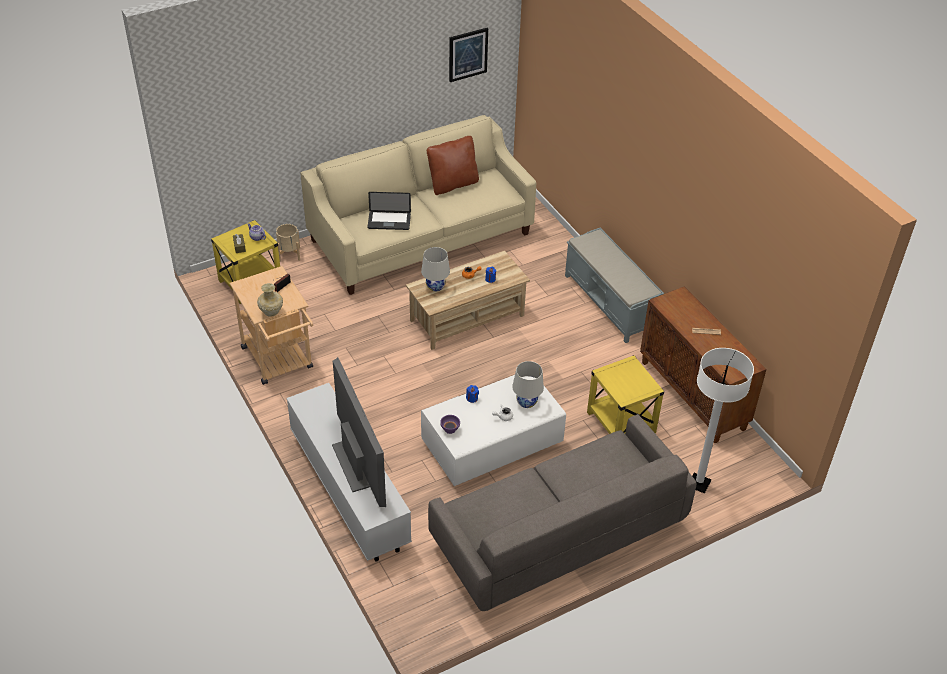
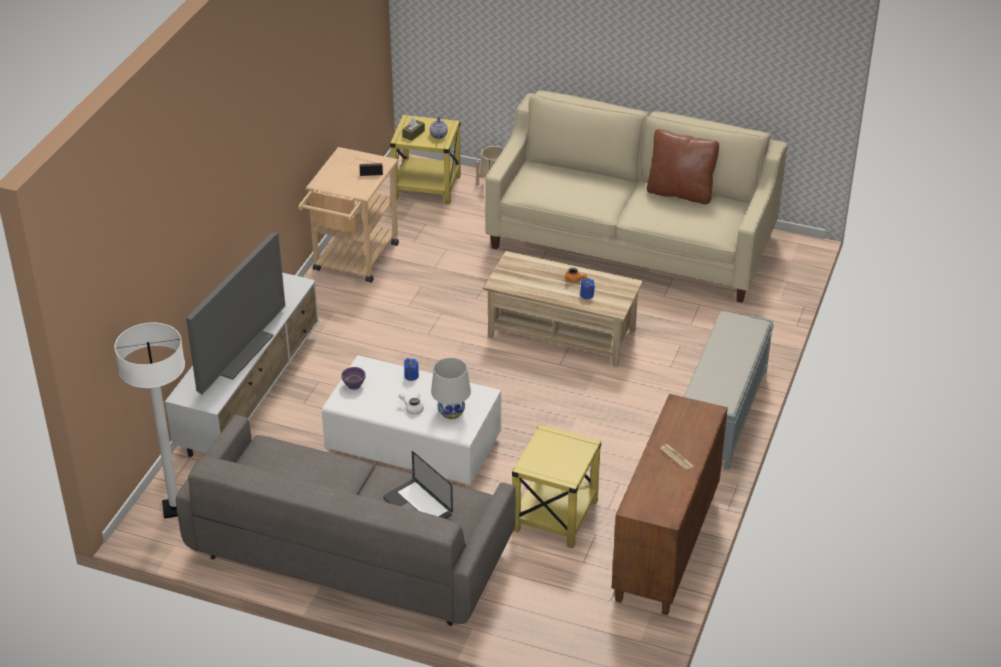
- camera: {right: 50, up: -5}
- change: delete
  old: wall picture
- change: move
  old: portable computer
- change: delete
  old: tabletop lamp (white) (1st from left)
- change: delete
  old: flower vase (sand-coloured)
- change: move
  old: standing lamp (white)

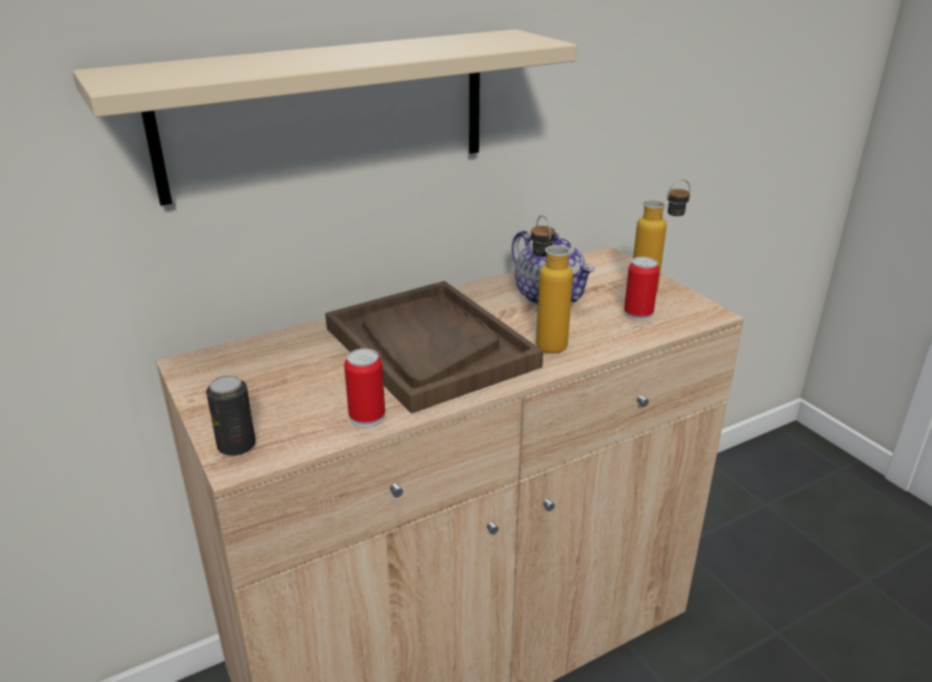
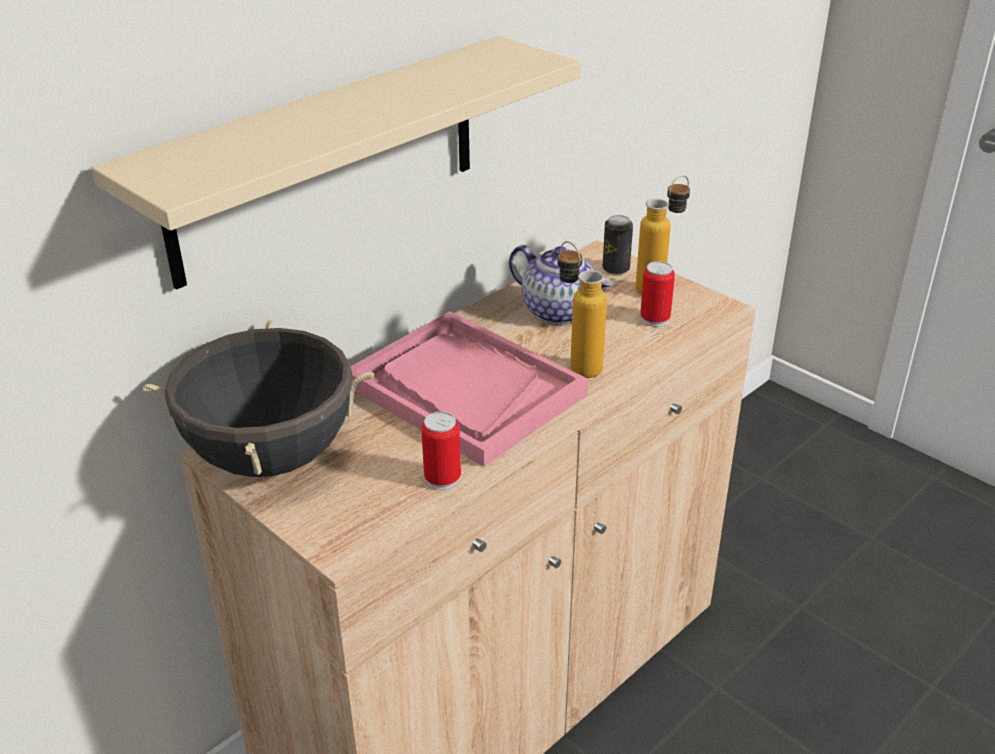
- camera: {right: -15, up: 5}
- change: recolor
  old: carrying tray (brown-coloured)
  new: carrying tray (pinkish)
- change: move
  old: sealed can (1st from left in the first image)
  new: sealed can (2nd from left)
- change: insert
  new: saucepot (black)

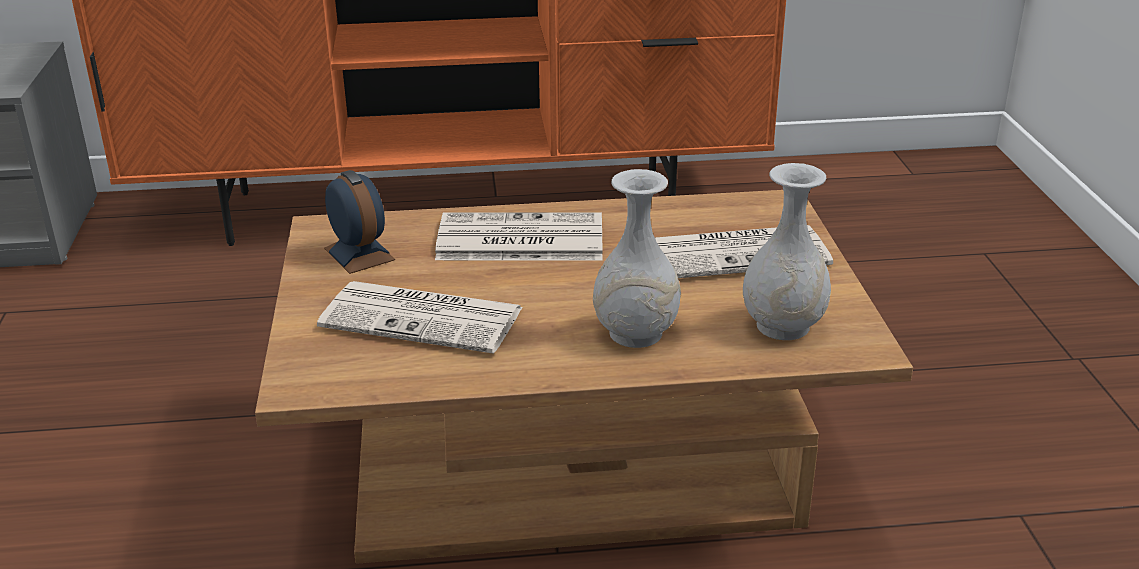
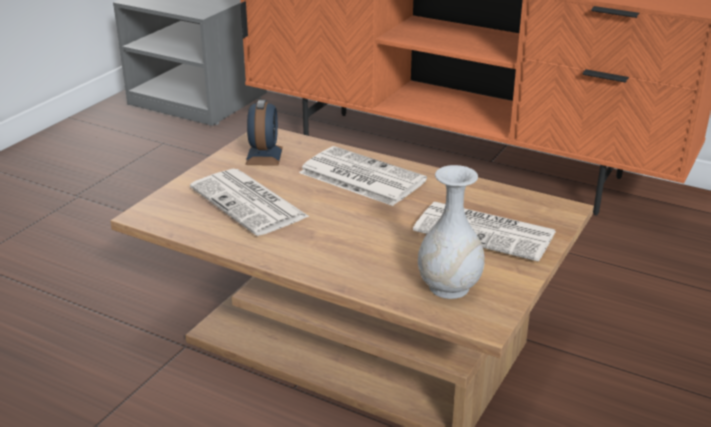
- camera: {right: 35, up: 0}
- change: delete
  old: flower vase (white) (1st from left)

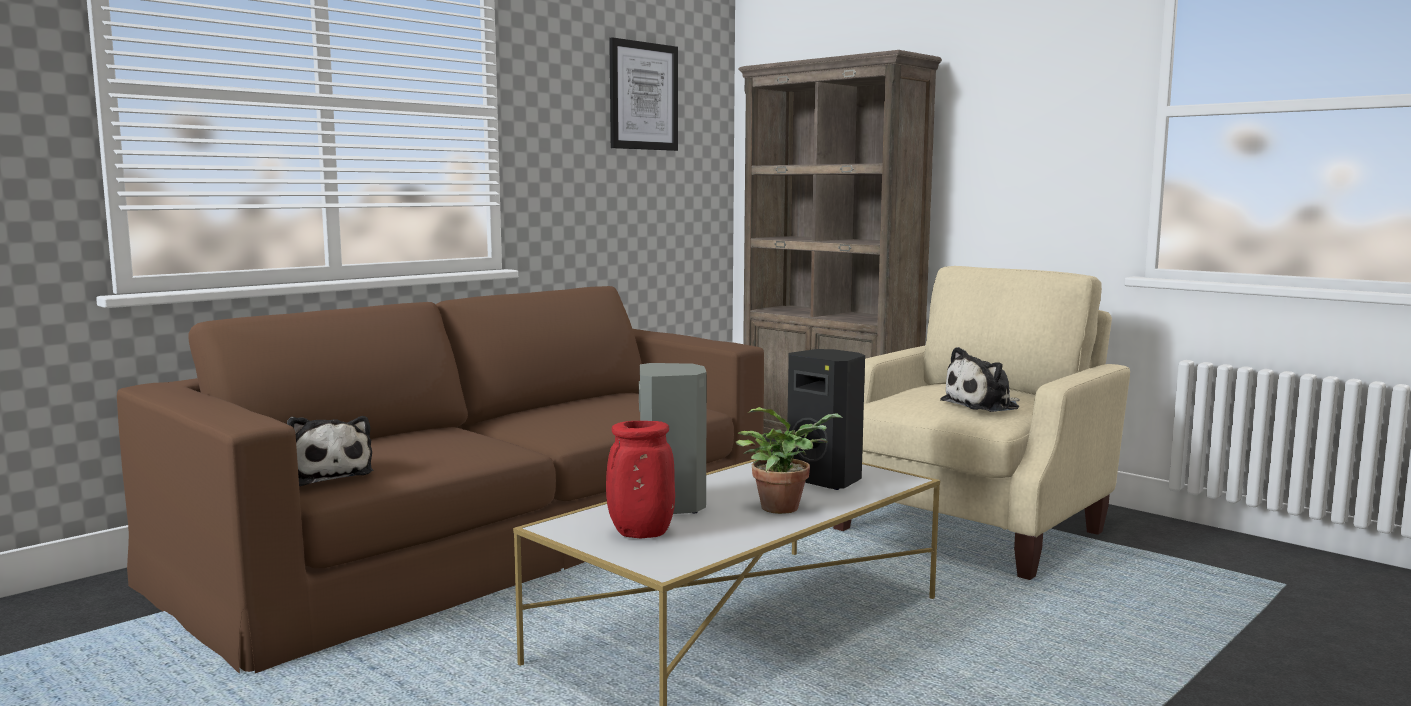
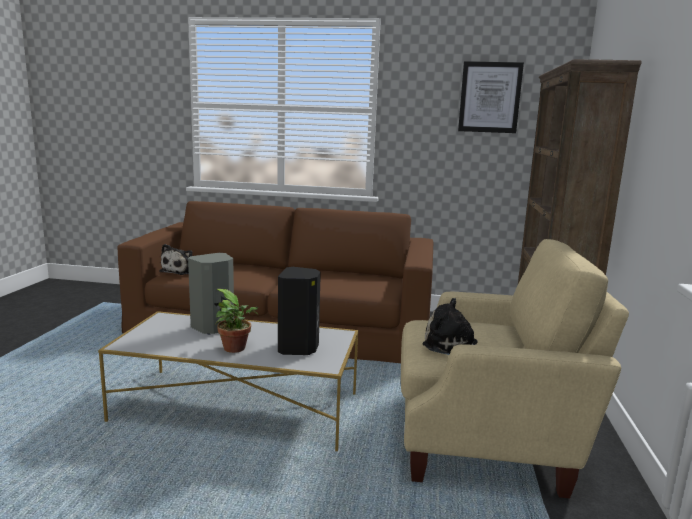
- camera: {right: 55, up: 5}
- change: delete
  old: flower vase (red)

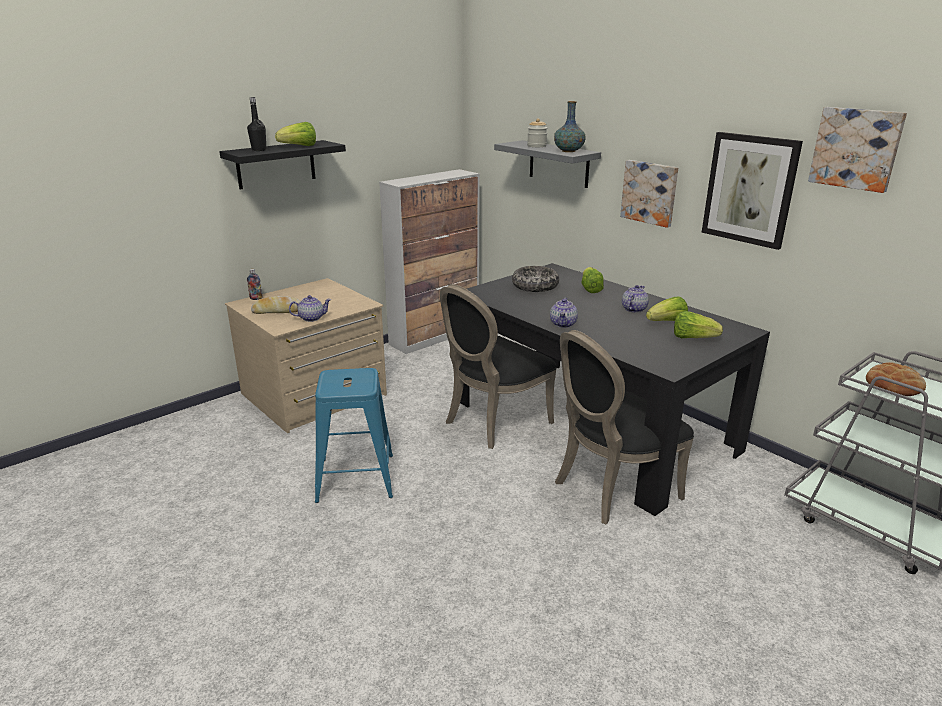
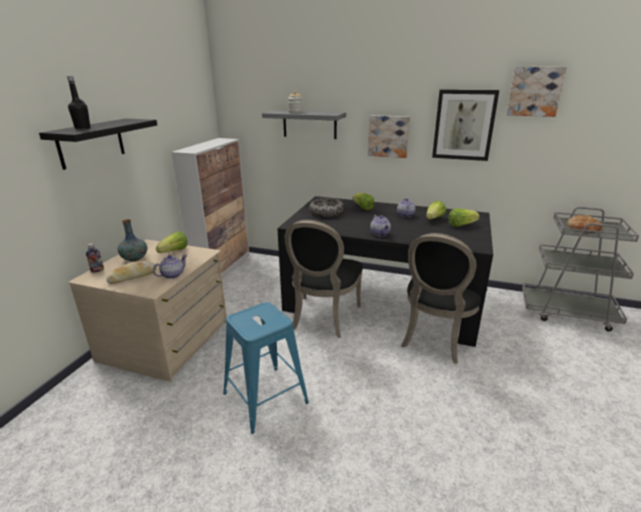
- camera: {right: -30, up: 0}
- change: move
  old: flower vase
- change: move
  old: head of lettuce (1st from left)

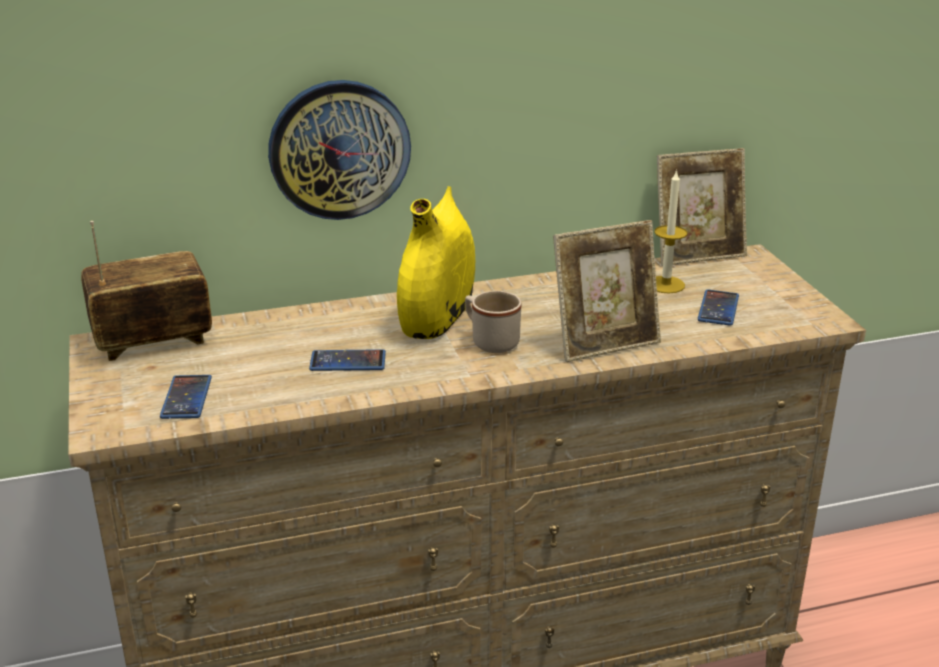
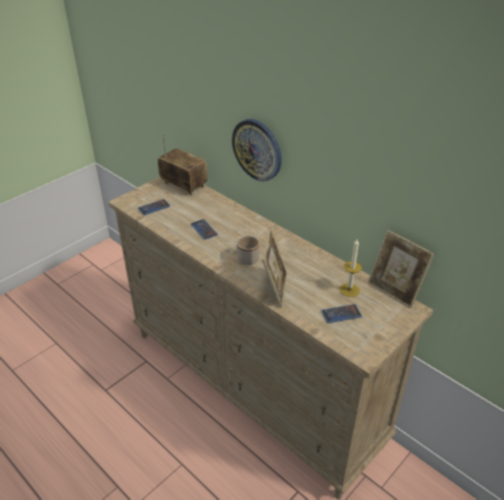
- camera: {right: 60, up: 10}
- change: delete
  old: flower vase (yellow)
- change: rotate
  old: standing frame (1st from left)
  degrees: -120

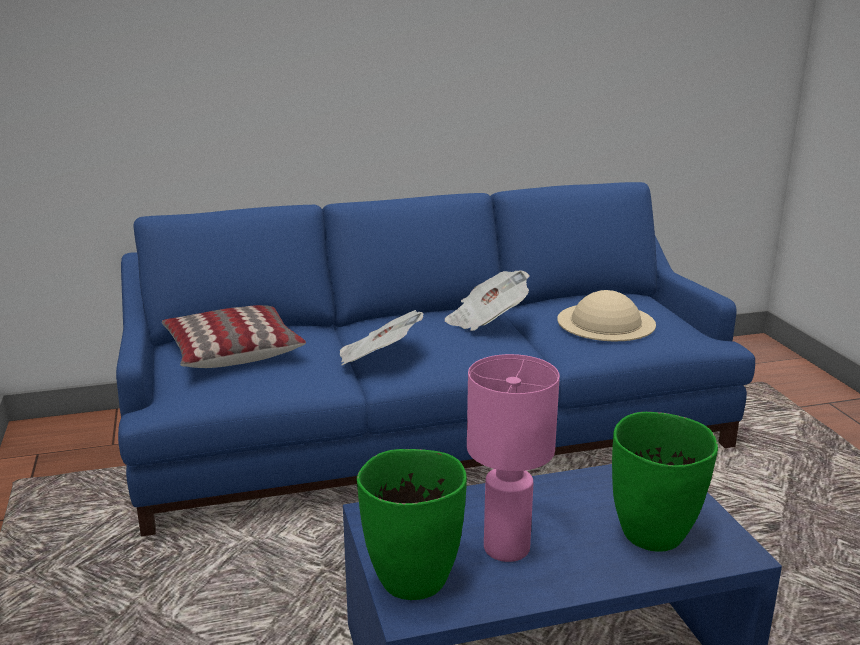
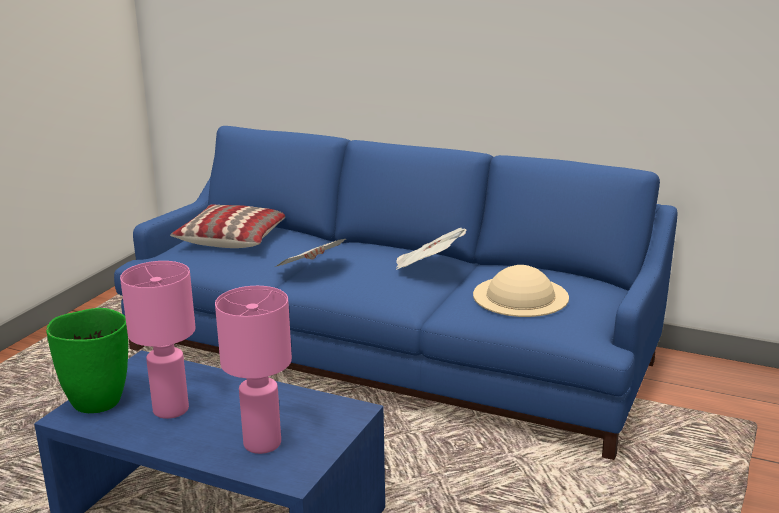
- camera: {right: 40, up: 0}
- change: replace
  old: flower vase (green-coloured) (2nd from left)
  new: tabletop lamp (pinkish) (2nd from left)

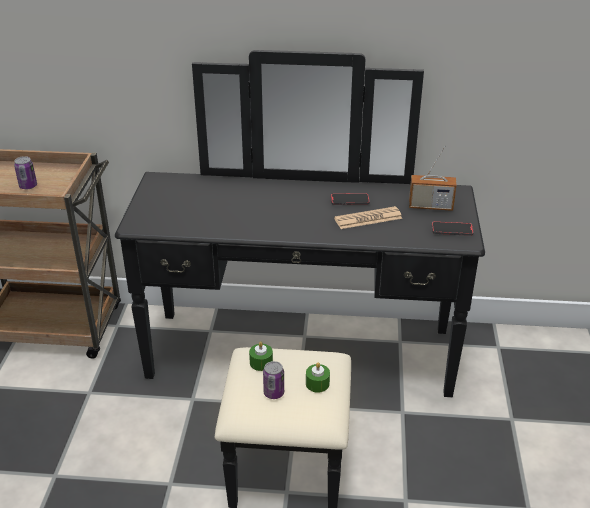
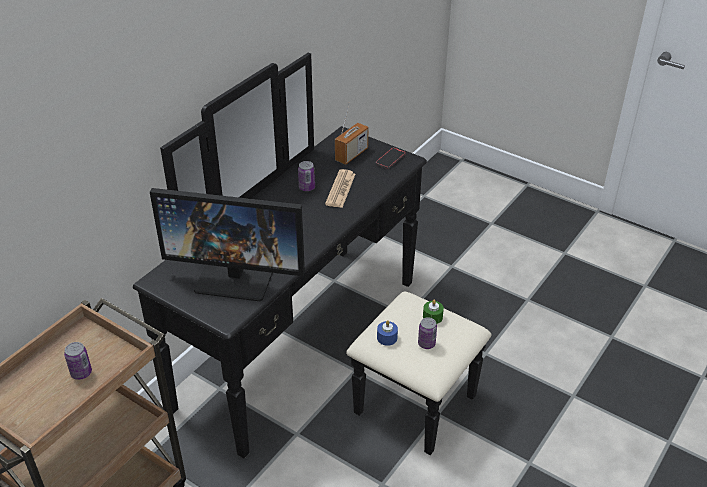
- camera: {right: -60, up: 5}
- change: replace
  old: telephone (1st from left)
  new: sealed can (2nd from left)
- change: recolor
  old: wax candle (green-coloured) (1st from left)
  new: wax candle (blue-coloured)
- change: insert
  new: computer display

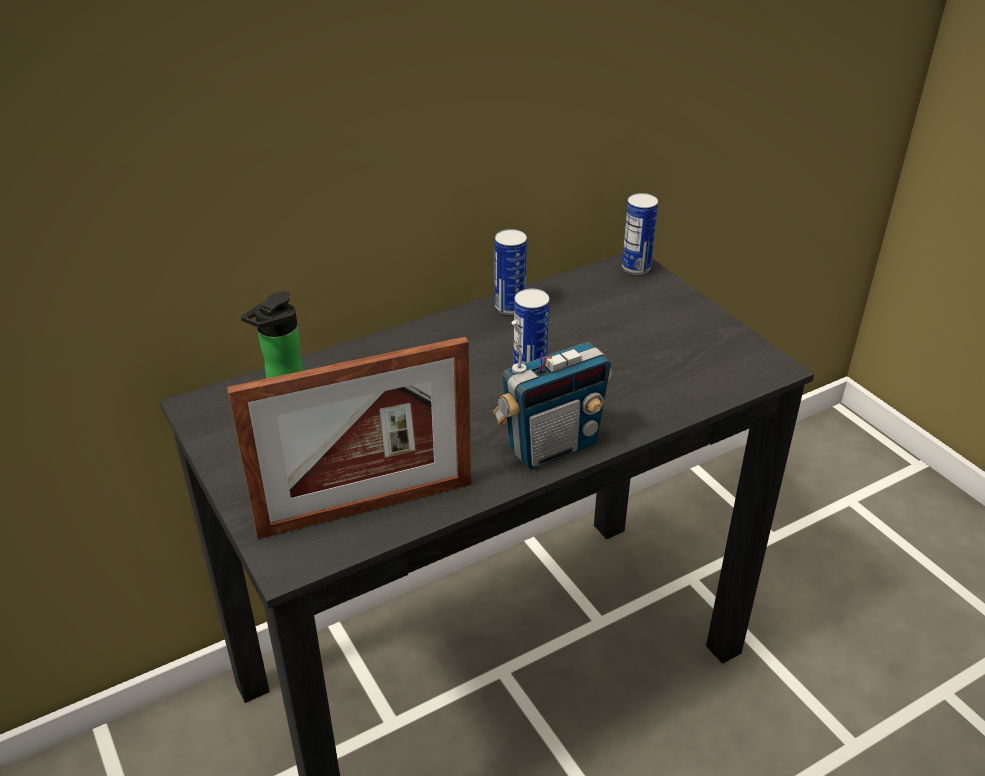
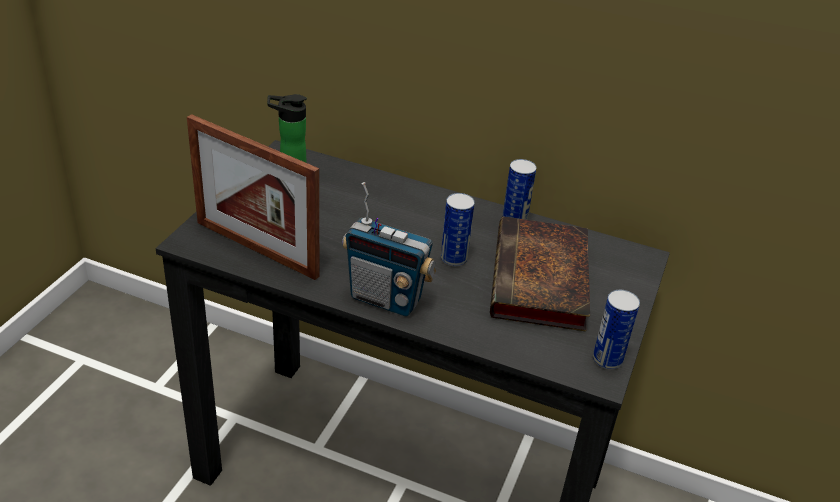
- camera: {right: 50, up: 0}
- change: move
  old: sealed can (3rd from left)
- change: insert
  new: book

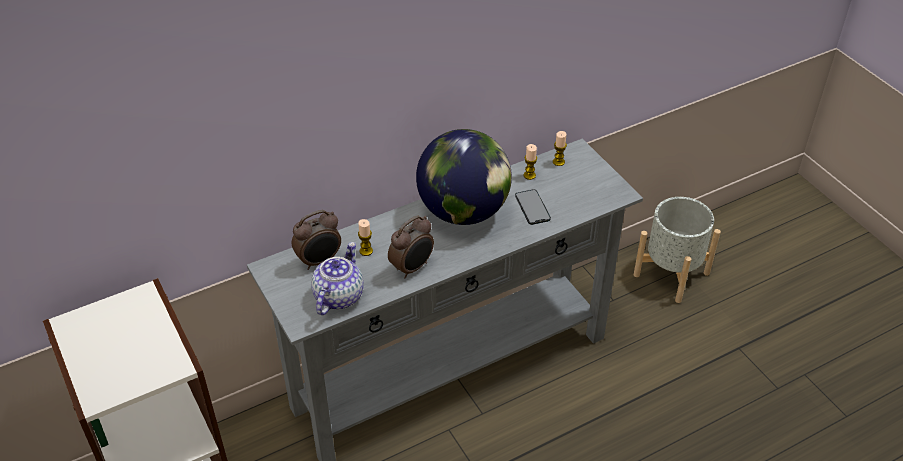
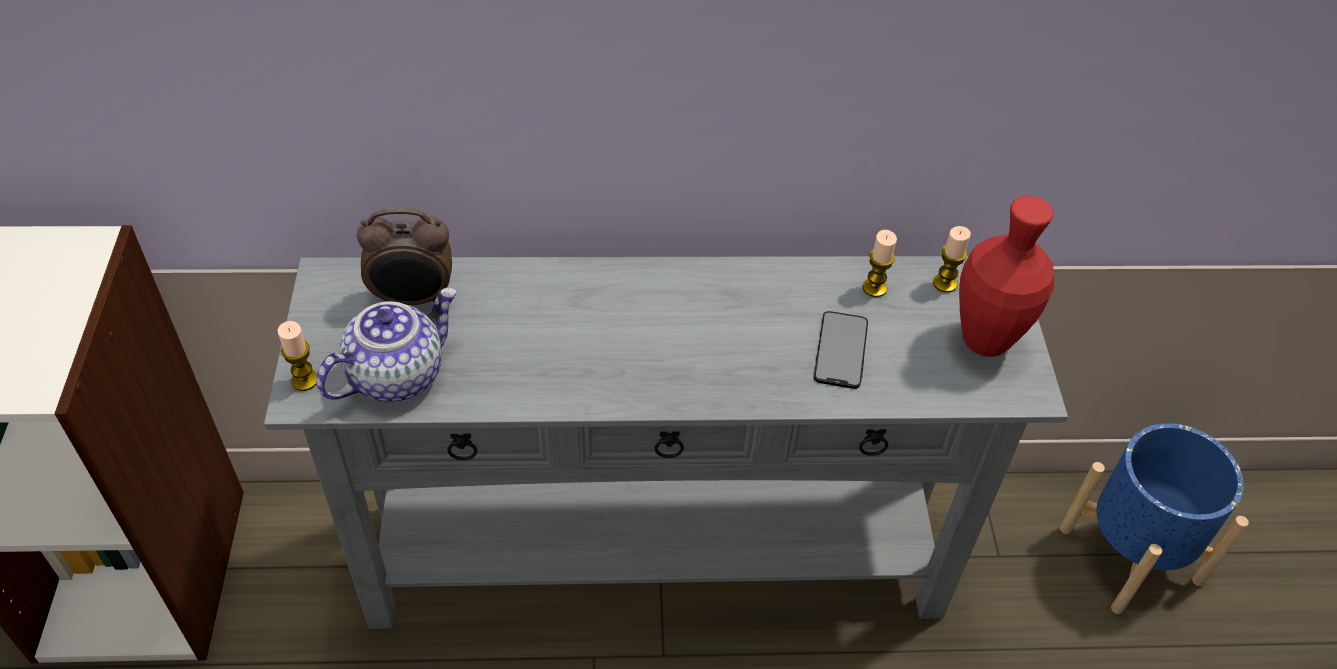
- camera: {right: 25, up: 5}
- change: delete
  old: world globe
- change: recolor
  old: planter (greyish)
  new: planter (blue-coloured)
- change: delete
  old: table clock (2nd from left)
- change: move
  old: wax candle (1st from left)
- change: insert
  new: flower vase (red)

